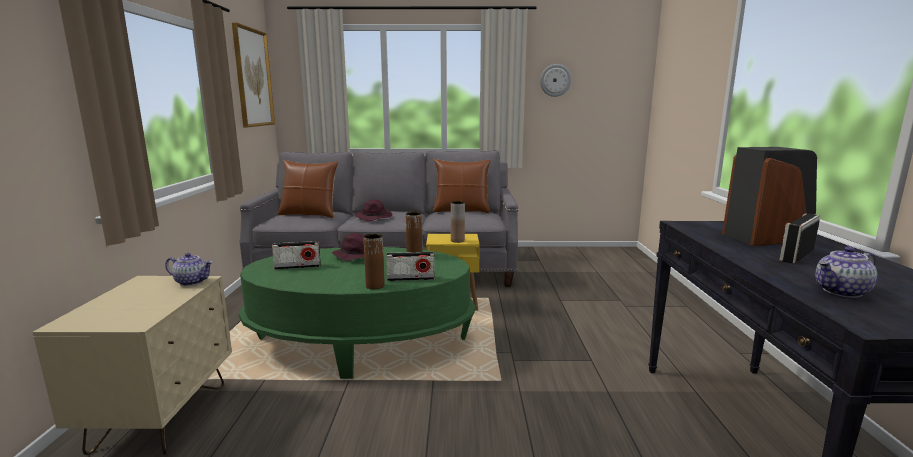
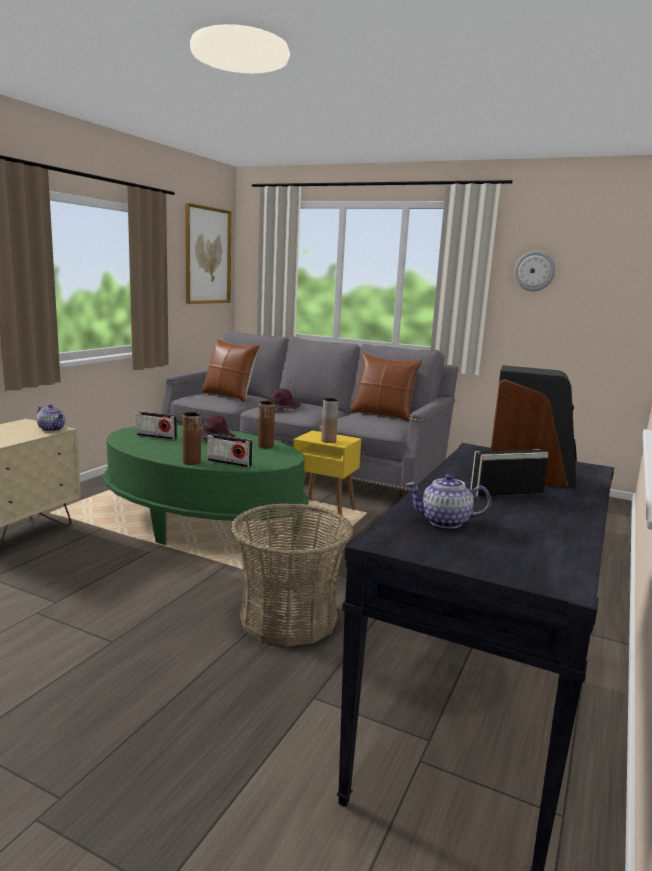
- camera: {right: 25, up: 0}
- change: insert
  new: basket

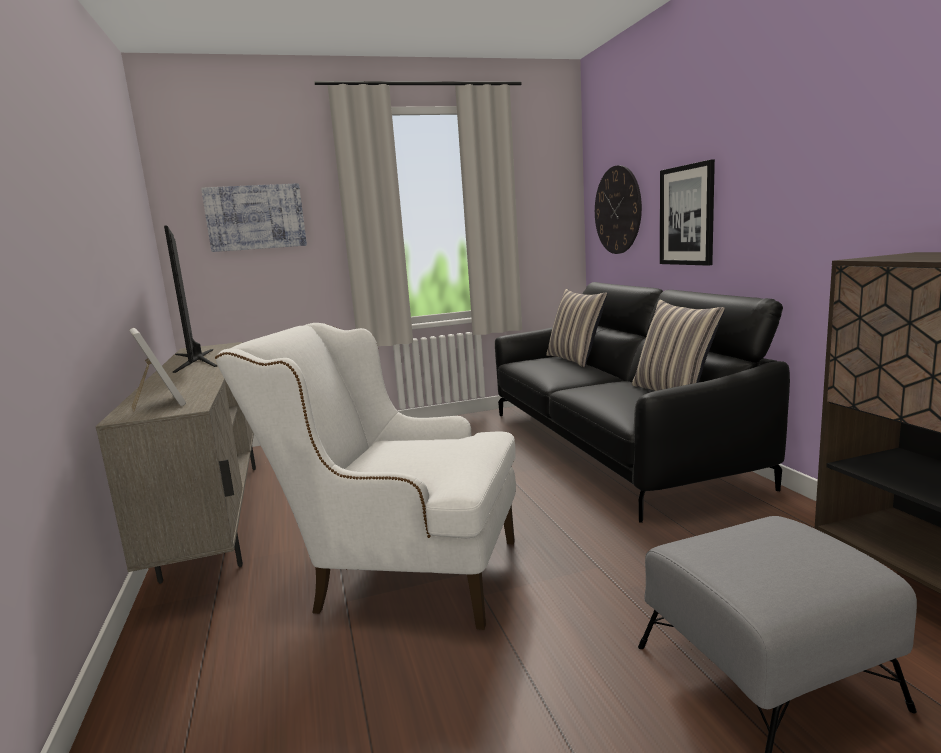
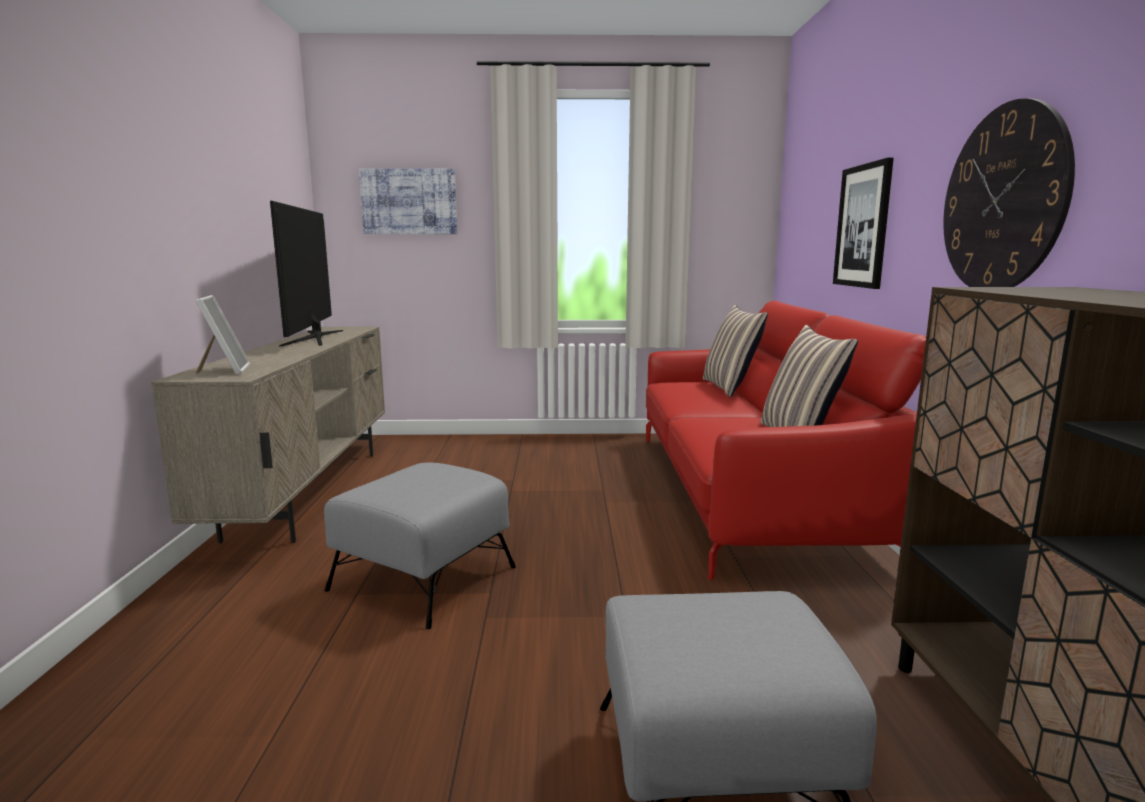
- camera: {right: 15, up: 0}
- change: move
  old: hanging clock
- change: recolor
  old: couch (black)
  new: couch (red)
- change: replace
  old: lounge chair (white)
  new: pouffe (greyish) (1st from left)

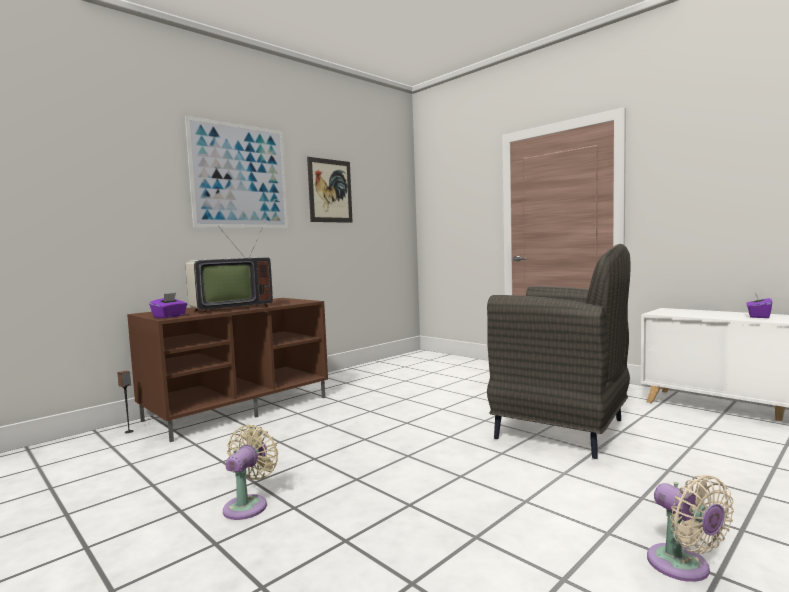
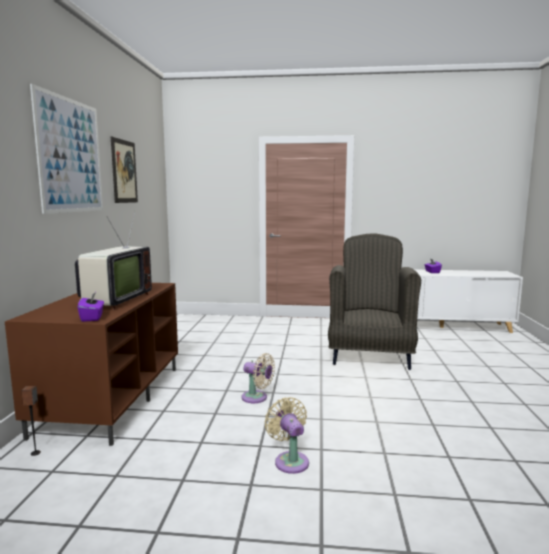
- camera: {right: -40, up: 5}
- change: rotate
  old: lounge chair (greyish)
  degrees: -75
- change: move
  old: electric fan (sand-coloured) (2nd from left in the first image)
  new: electric fan (sand-coloured) (1st from left)

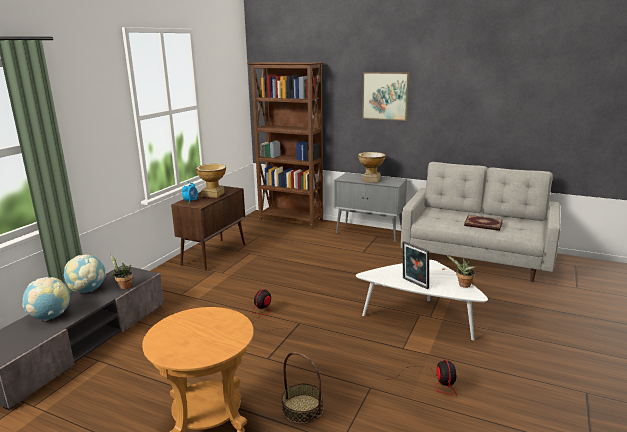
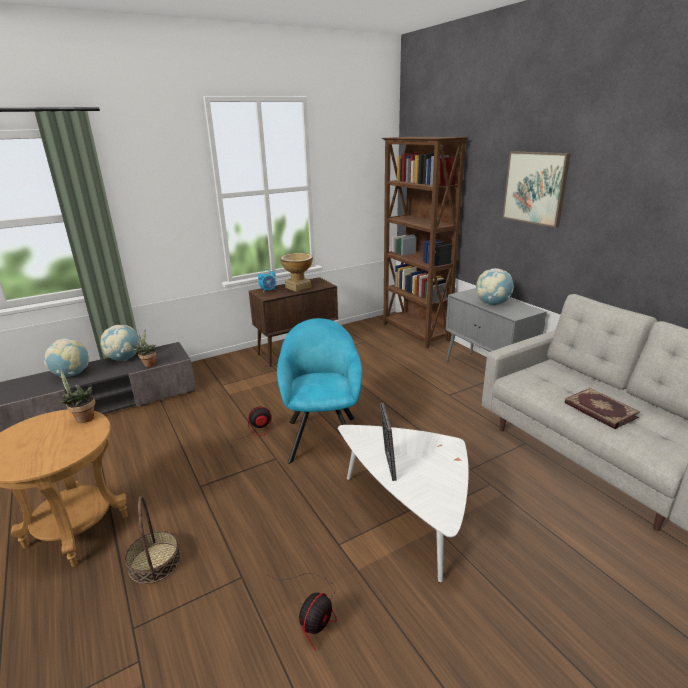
- camera: {right: 35, up: 5}
- change: replace
  old: flower vase (2nd from left)
  new: world globe (3rd from left)
- change: move
  old: houseplant (2nd from left in the first image)
  new: houseplant (1st from left)
- change: insert
  new: lounge chair (blue-green)

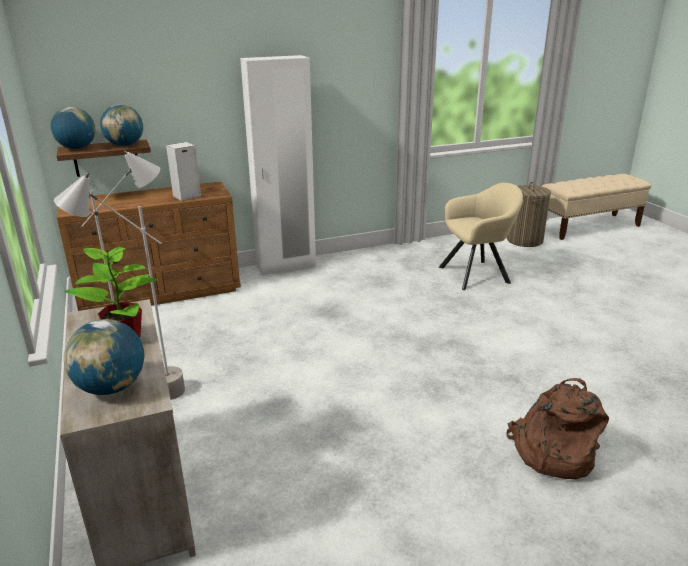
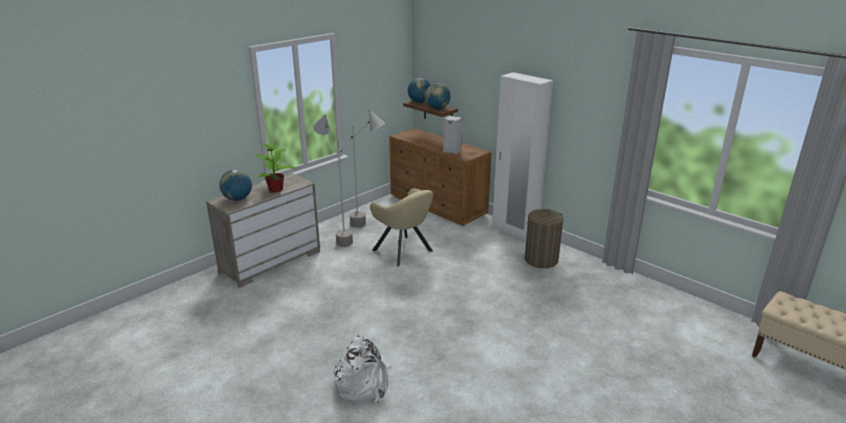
- camera: {right: 65, up: 0}
- change: move
  old: hamper
- change: move
  old: lounge chair (sand-coloured)
- change: recolor
  old: rucksack (brown-coloured)
  new: rucksack (white)

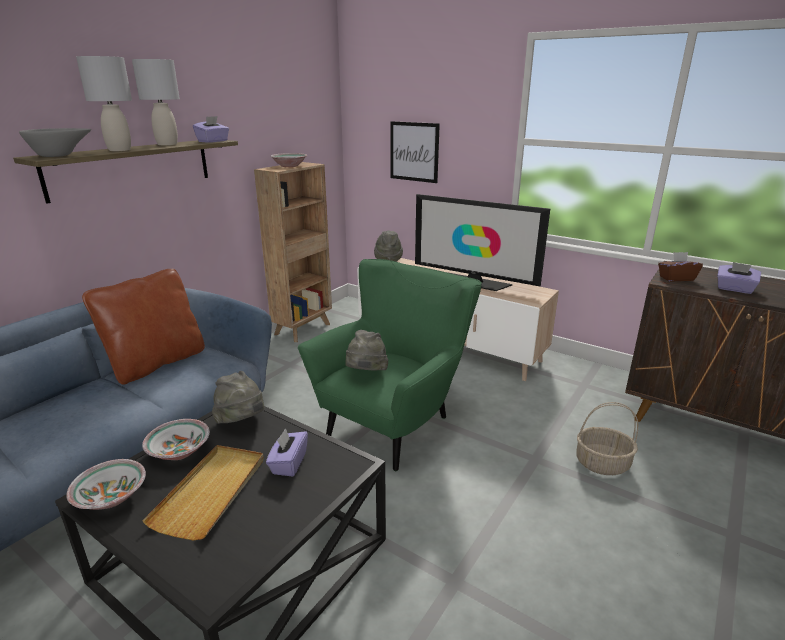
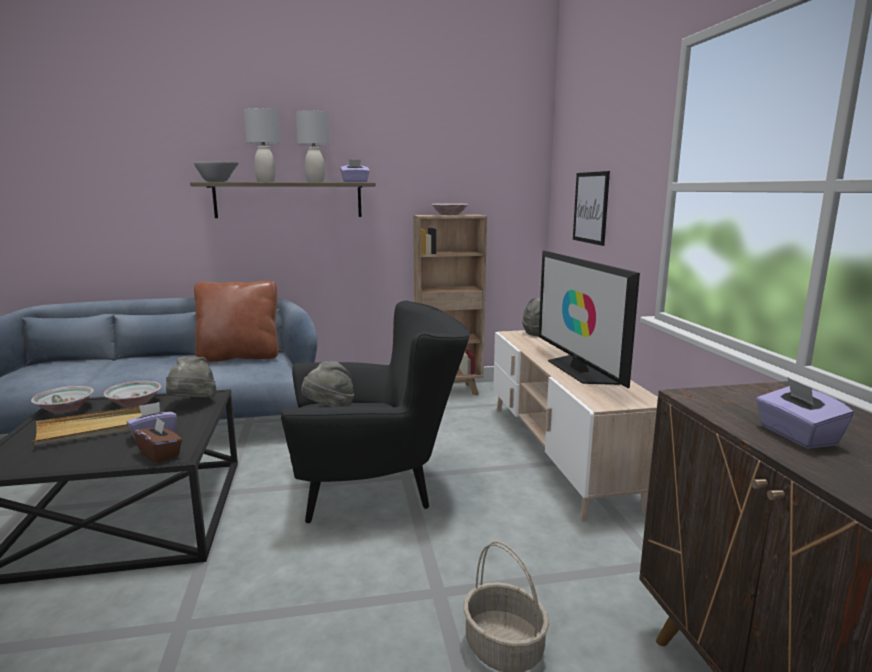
- camera: {right: 45, up: -10}
- change: move
  old: tissue box (brown-coloured)
- change: recolor
  old: lounge chair (green-coloured)
  new: lounge chair (black)

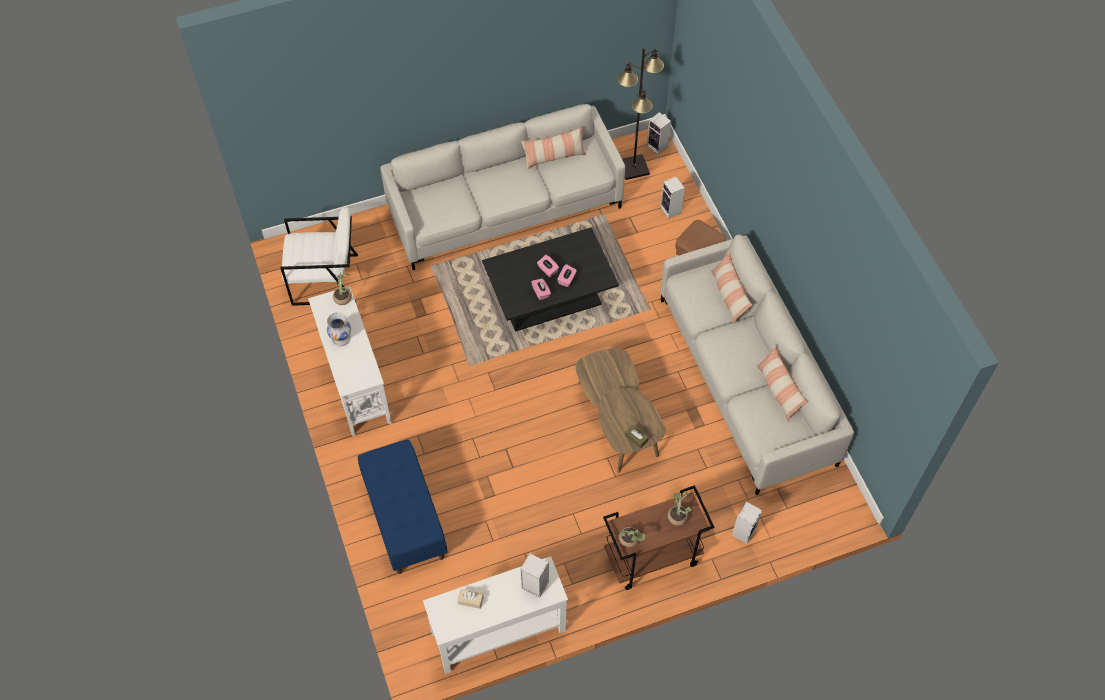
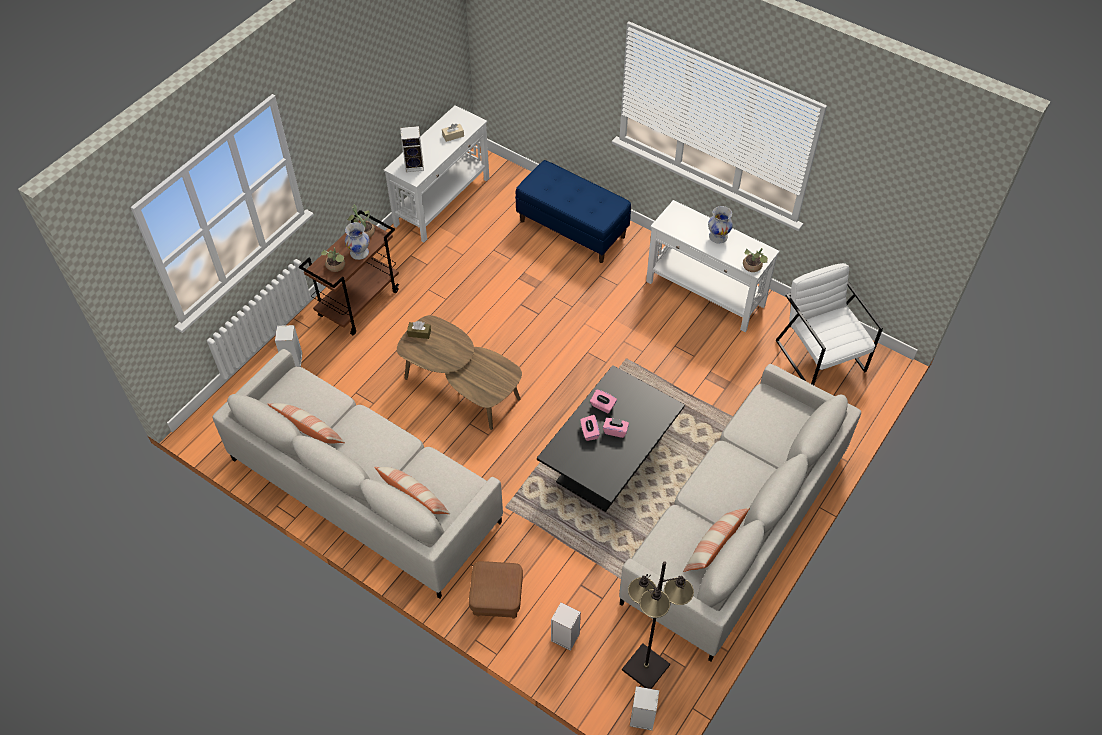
- camera: {right: 145, up: -5}
- change: rotate
  old: lounge chair (white)
  degrees: 105
- change: insert
  new: flower vase (white) (1st from left)

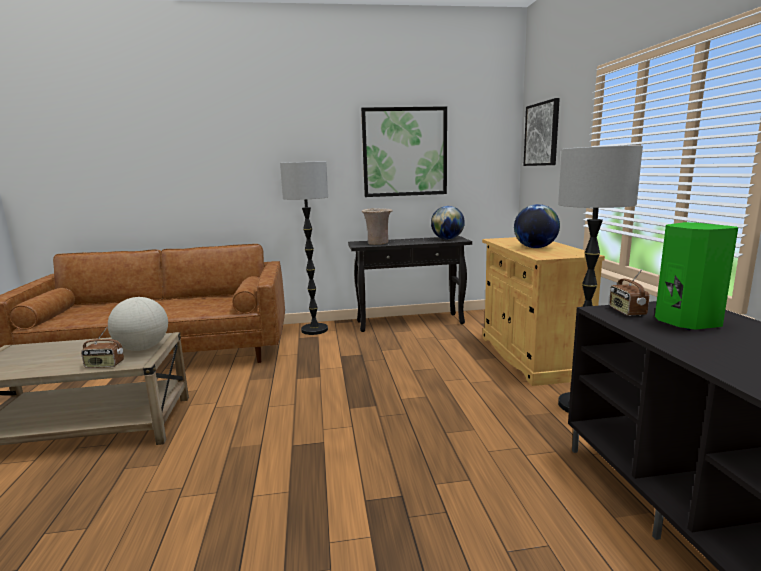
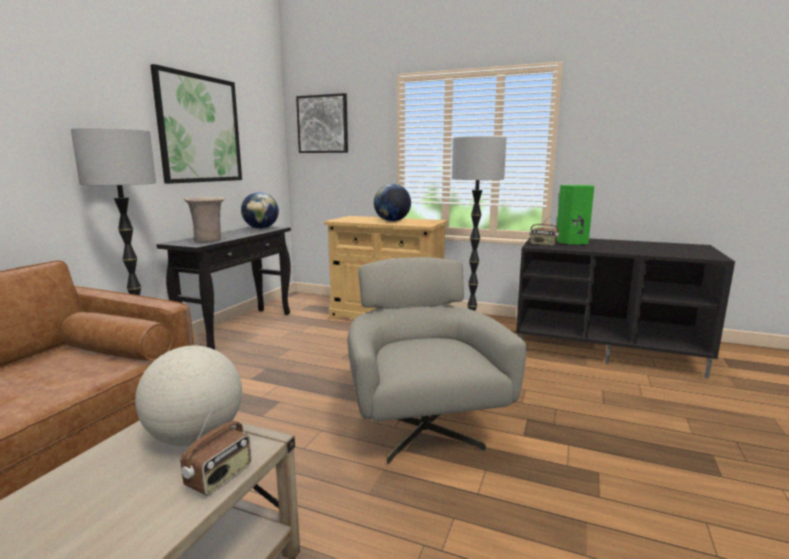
- camera: {right: -60, up: 0}
- change: insert
  new: lounge chair (greyish)

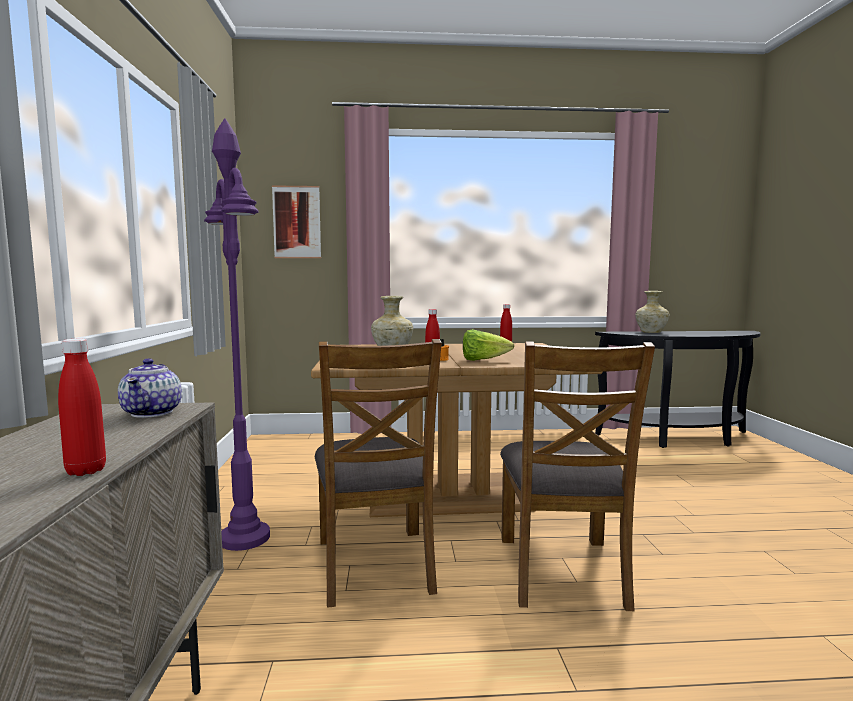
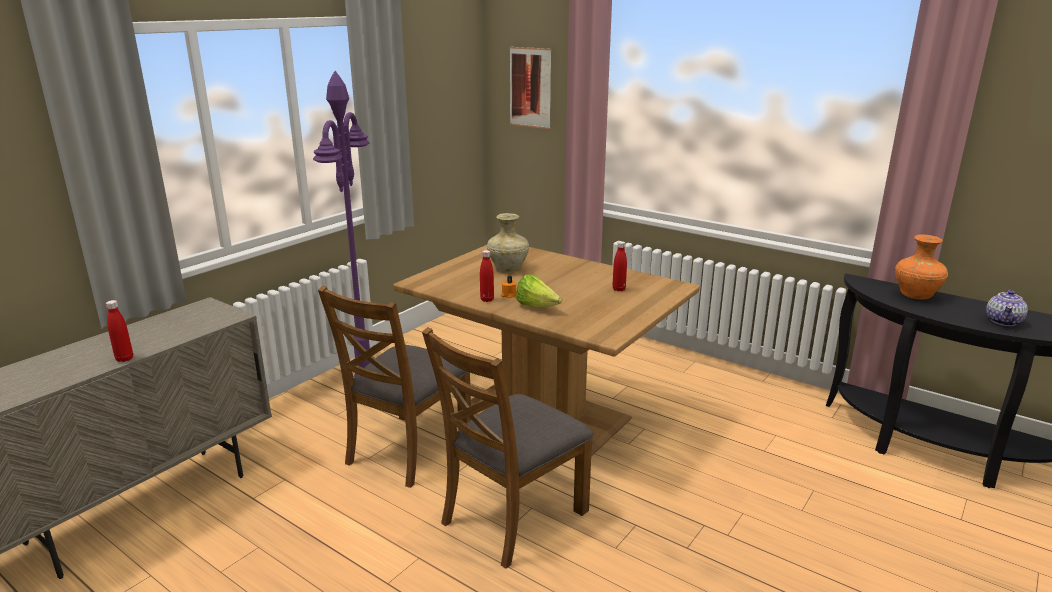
- camera: {right: 40, up: 15}
- change: recolor
  old: flower vase (sand-coloured) (2nd from left)
  new: flower vase (orangey)
- change: move
  old: tea pot

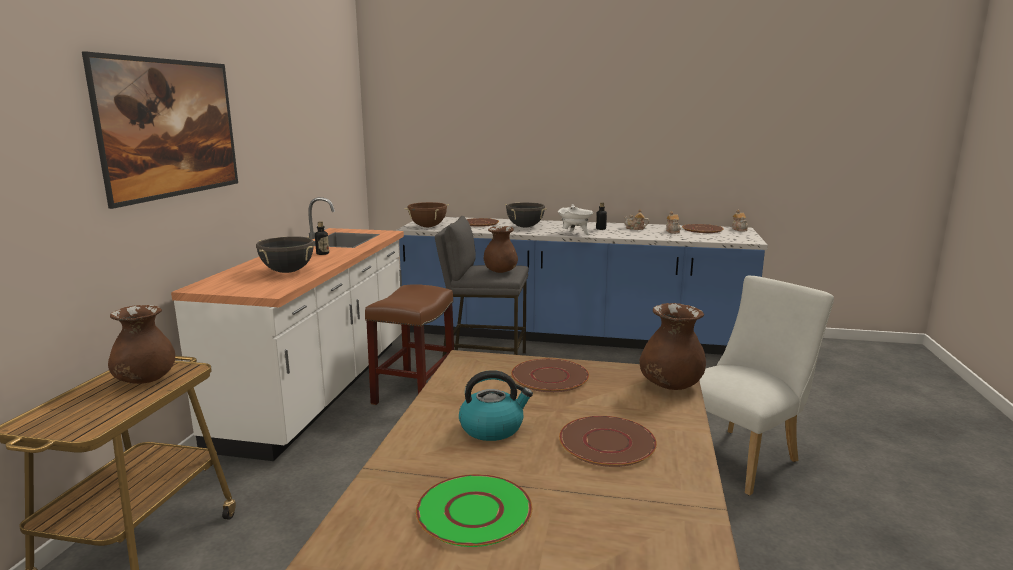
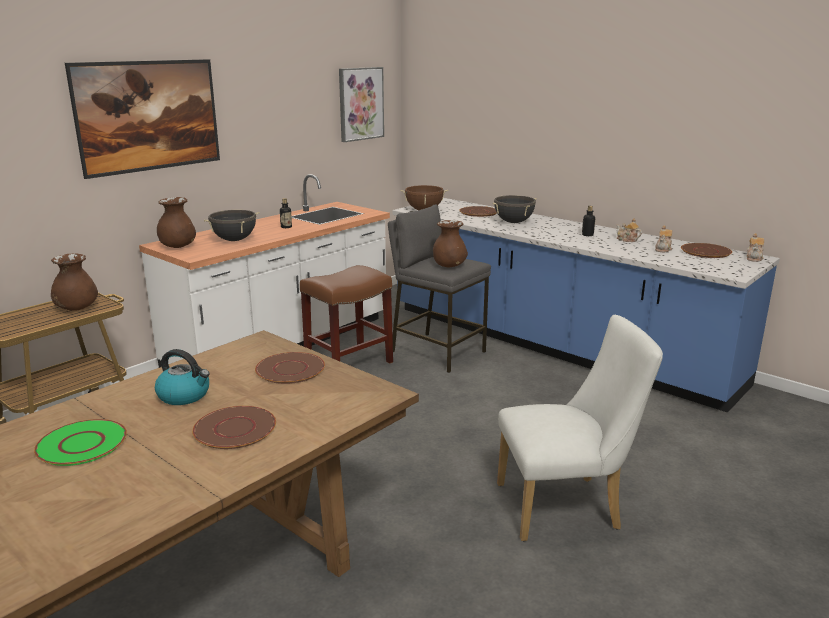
- camera: {right: 30, up: 5}
- change: delete
  old: saucepot (white)
- change: move
  old: flower vase (brown-coloured) (3rd from left in the first image)
  new: flower vase (brown-coloured) (2nd from left)
- change: insert
  new: wall picture (2nd from left)

